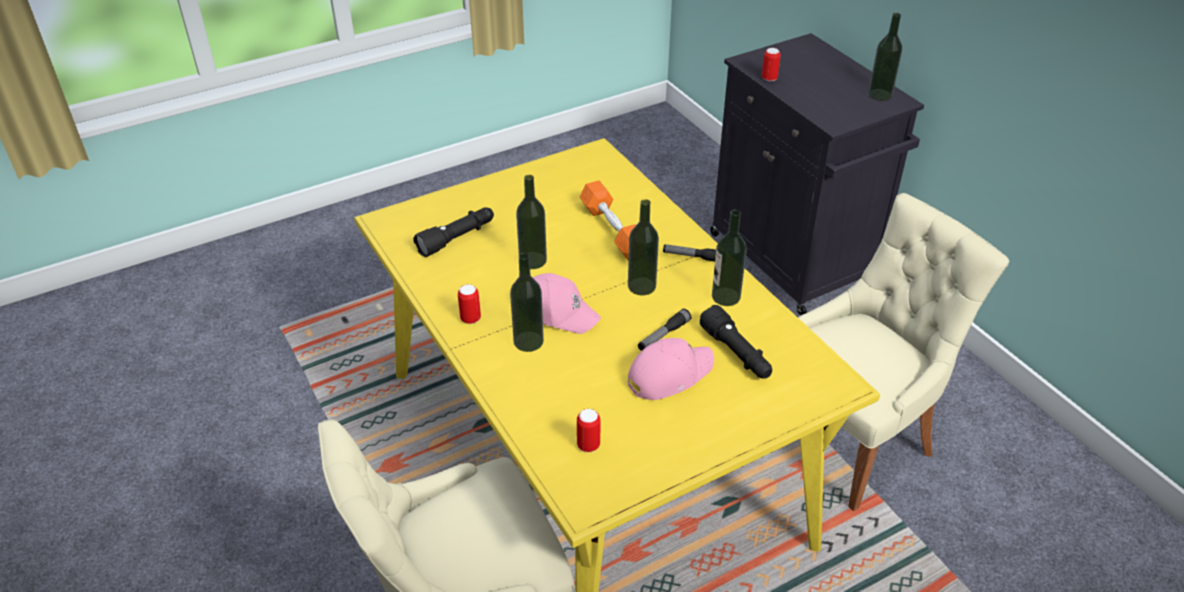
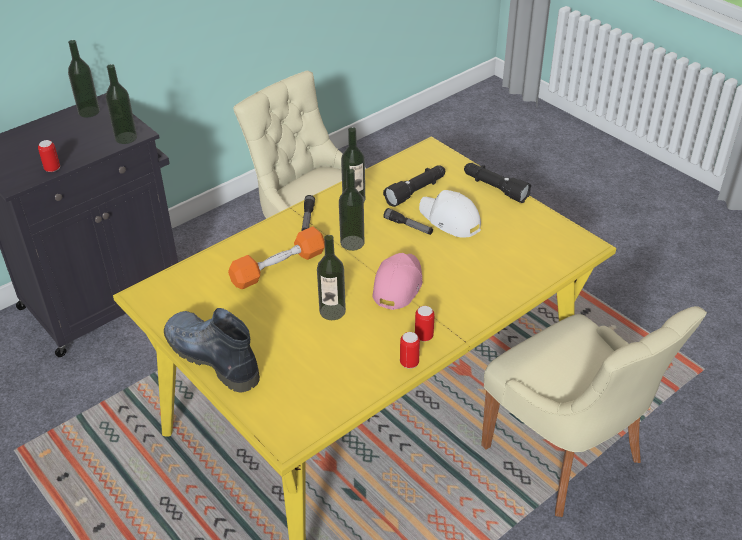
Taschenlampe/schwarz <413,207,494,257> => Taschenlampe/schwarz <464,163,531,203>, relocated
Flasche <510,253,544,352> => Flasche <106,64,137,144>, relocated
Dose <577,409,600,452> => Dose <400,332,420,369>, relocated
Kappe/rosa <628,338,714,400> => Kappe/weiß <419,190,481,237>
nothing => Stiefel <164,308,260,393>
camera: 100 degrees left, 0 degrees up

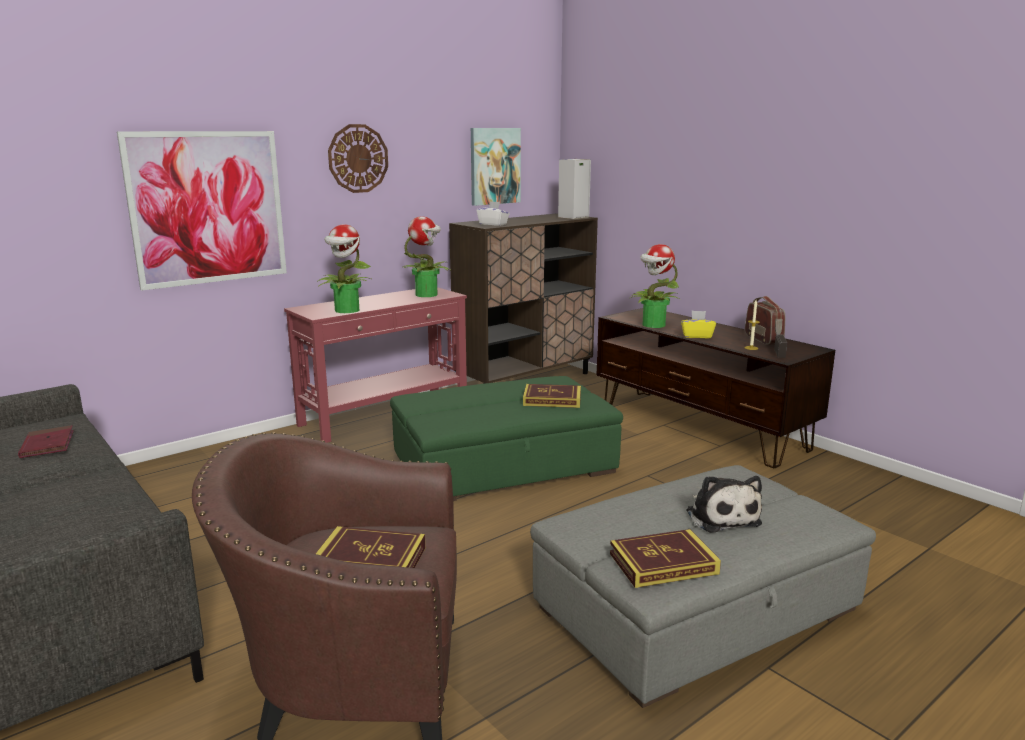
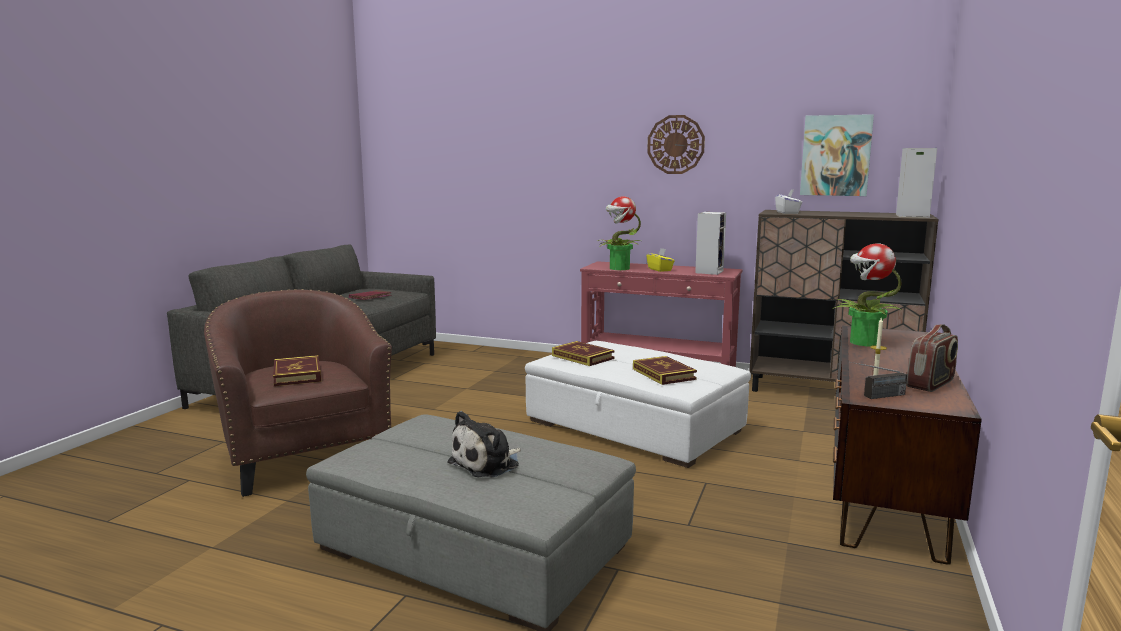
Bild <117,131,287,291> => nothing
Polsterhocker/grün <390,376,623,501> => Polsterhocker/weiß <525,341,751,468>
Topfpflanze <403,216,450,297> => Lautsprecher <695,212,726,275>
Buch <610,529,721,588> => Buch <552,341,615,366>, relocated
Taschentuchbox/gelb <681,311,716,338> => Taschentuchbox/gelb <646,248,675,272>, relocated
camera: 60 degrees right, 5 degrees down

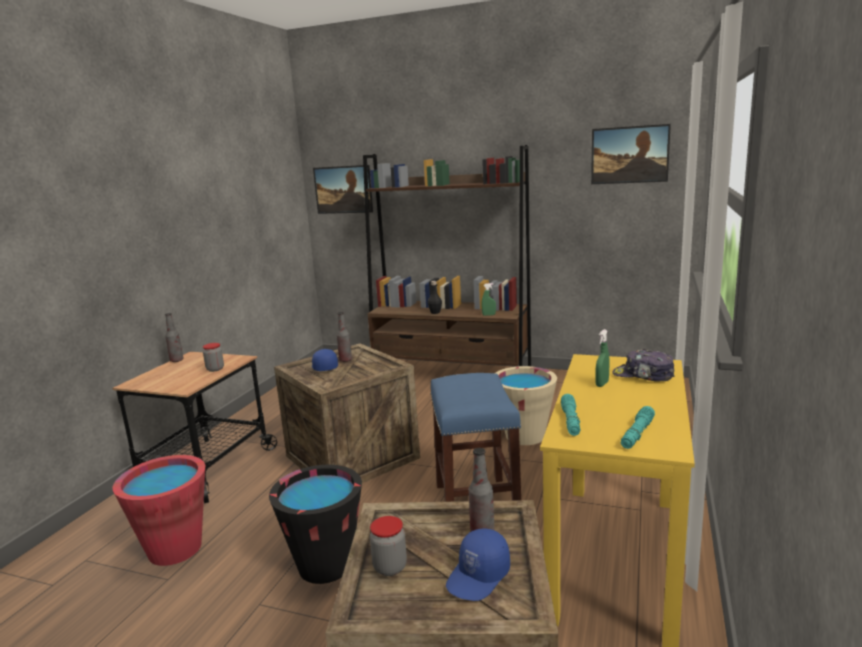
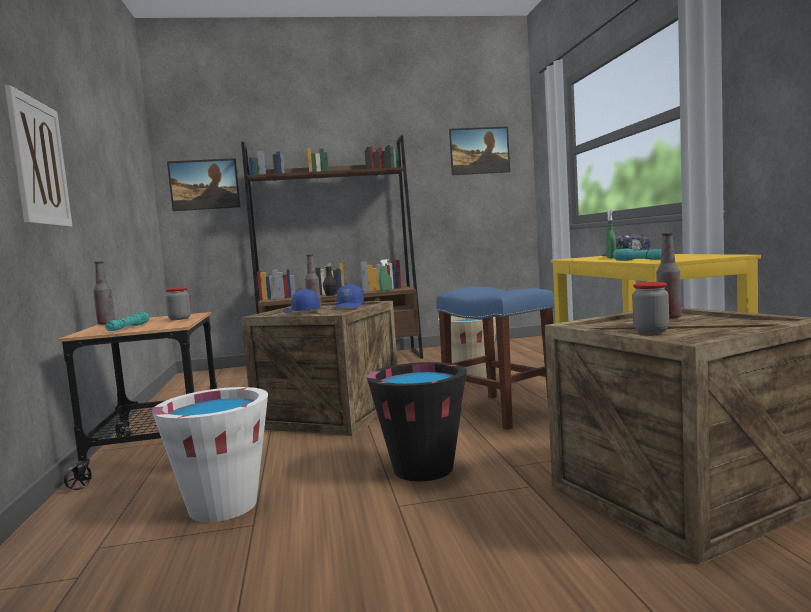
Eimer/rot <113,455,205,566> => Eimer/weiß <152,387,268,522>
Kappe/blau <446,528,510,601> => Kappe/blau <335,284,364,309>, relocated
Taschenlampe/türkis <621,406,655,449> => Taschenlampe/türkis <105,312,149,331>, relocated
nothing => Bild <5,85,72,227>
camera: 30 degrees left, 10 degrees down

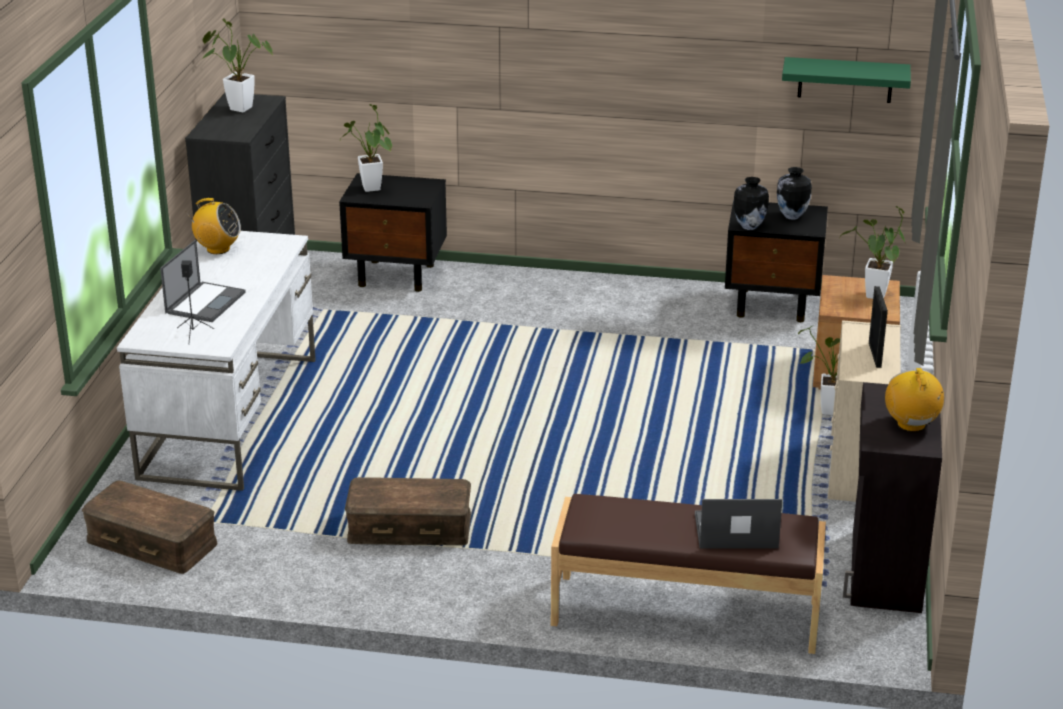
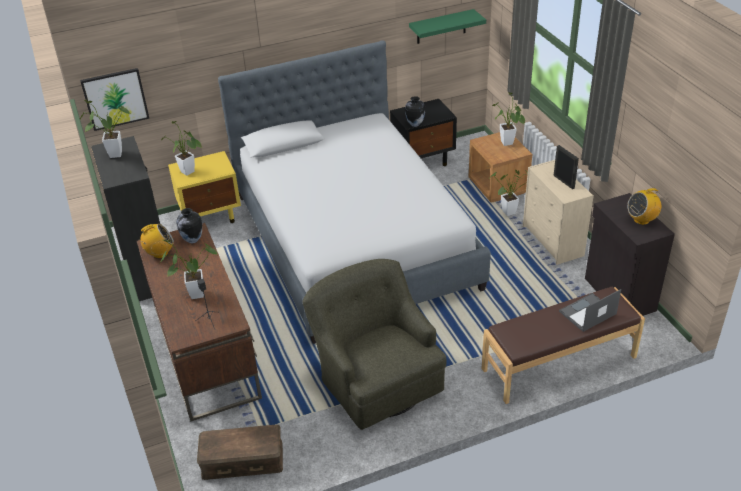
Schreibtisch/weiß <117,231,316,491> => Schreibtisch/braun <137,223,262,422>
Laptop <160,240,246,322> => Topfpflanze <160,239,217,299>
Nachttisch/schwarz <339,173,447,292> => Nachttisch/gelb <168,151,241,223>
Aufbewahrungsbox/braun <345,477,471,545> => Sessel/grün <302,259,446,430>
Vase <777,167,812,220> => Vase <177,208,202,243>, relocated
Radio <885,368,944,432> => Radio <627,186,661,225>, 75 degrees counterclockwise
nothing => Bild <80,68,149,131>
nothing => Bett <218,40,491,344>
camera: 30 degrees left, 10 degrees up

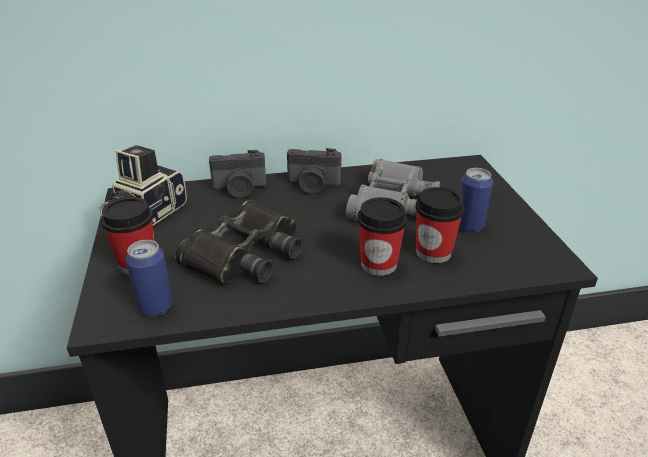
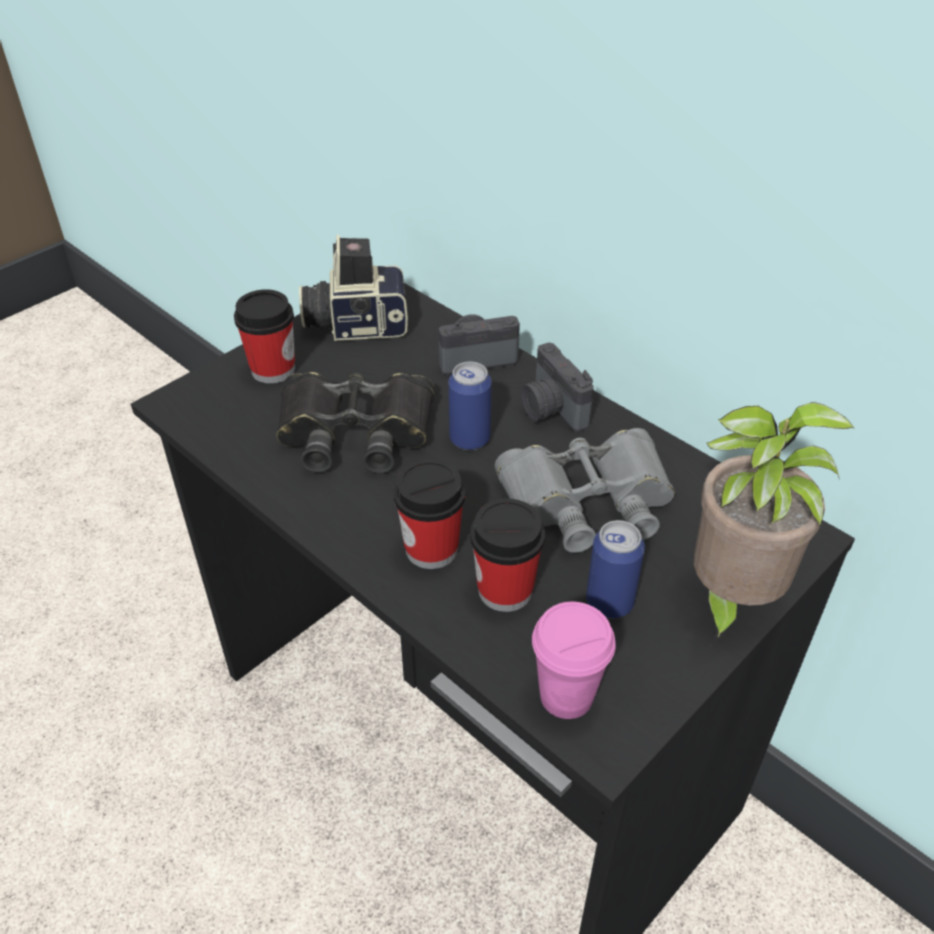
Dose <125,240,173,316> => Dose <449,362,492,450>, relocated
Kamera <209,150,266,198> => Kamera <439,314,520,375>, 120 degrees clockwise
nothing => Tasse/rosa <532,602,616,719>
nothing => Topfpflanze <694,402,854,645>
camera: 55 degrees right, 10 degrees up

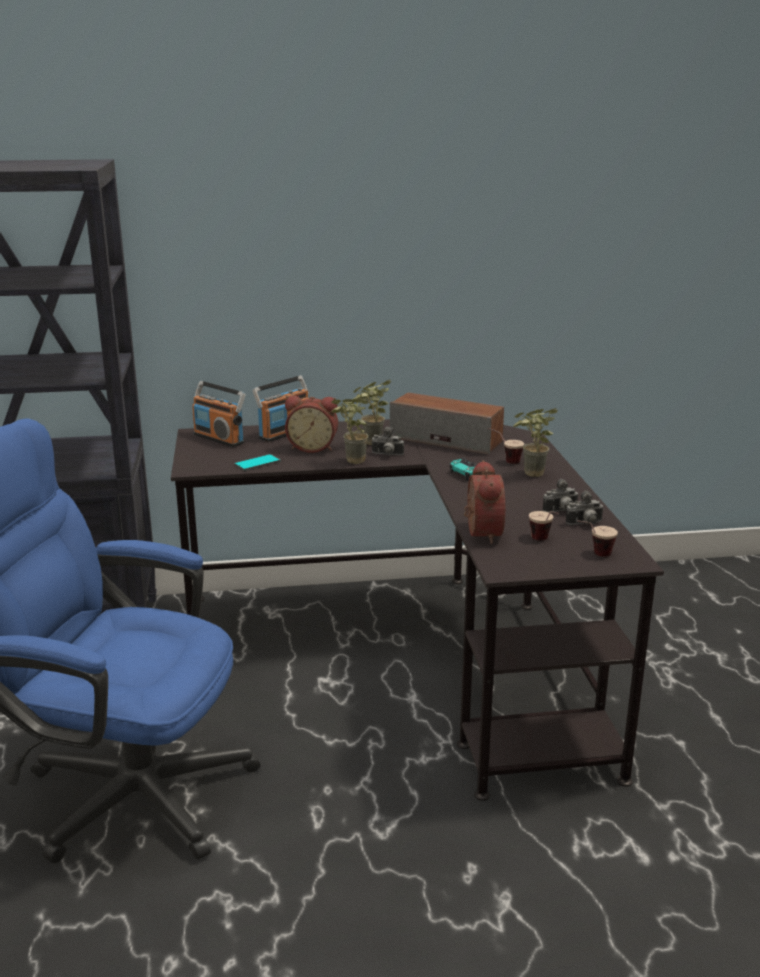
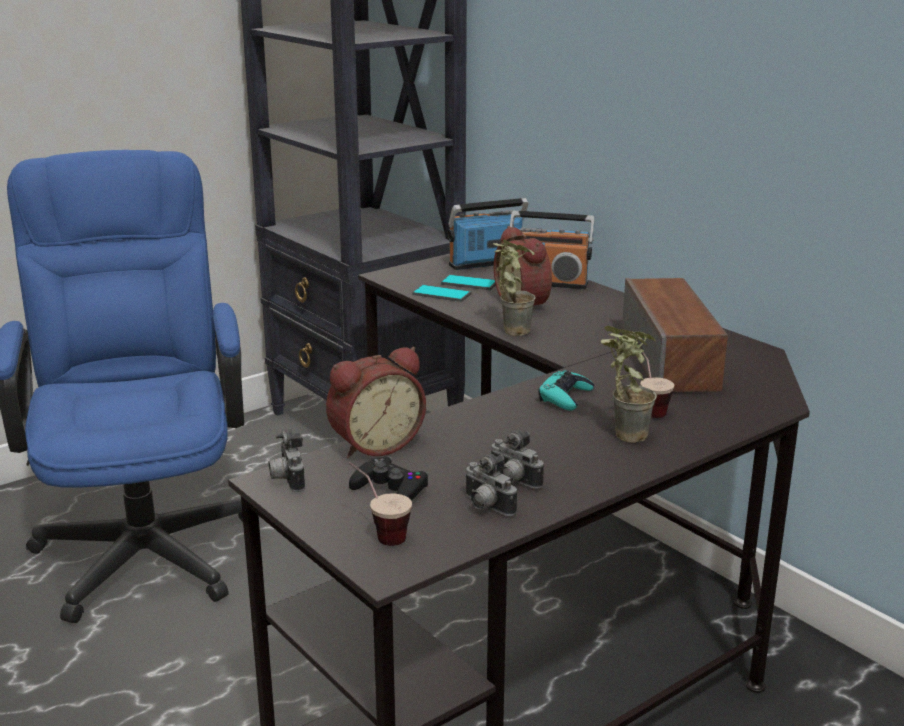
Radio <192,381,246,447> => Radio <448,198,529,270>, 60 degrees clockwise
Topfpflanze <353,380,391,445> => nothing
Kamera <371,427,404,456> => Kamera <269,429,305,492>, relocated
Tasse <529,511,559,540> => Gamepad/schwarz <349,456,429,501>
nothing => Handy <441,275,496,290>
camera: 60 degrees right, 0 degrees up

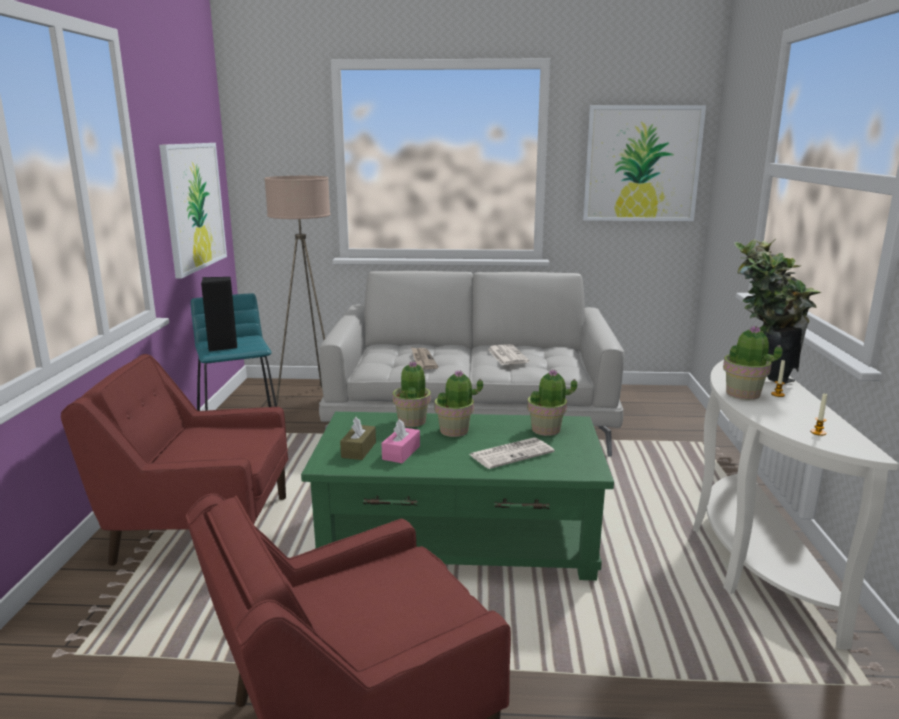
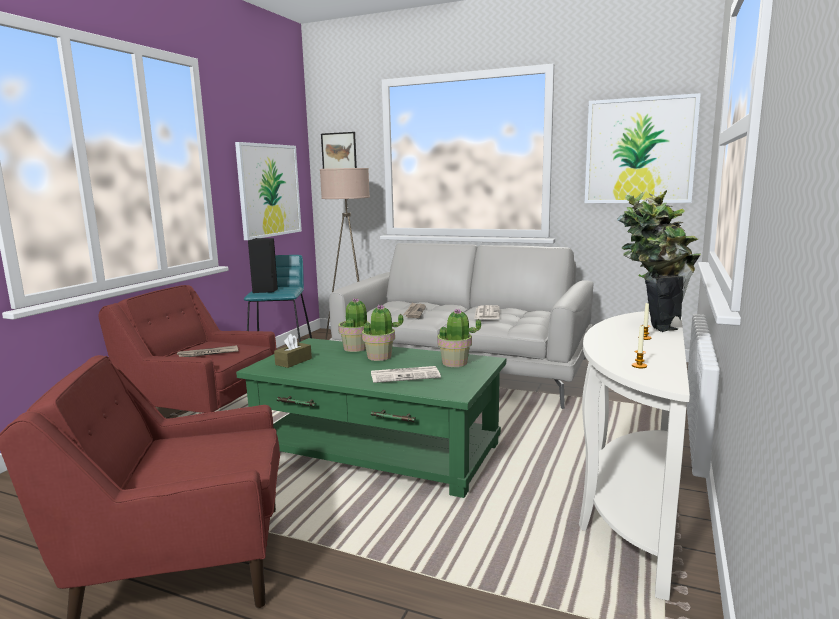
Taschentuchbox/rosa <381,419,420,463> => nothing
Topfpflanze <723,326,783,400> => nothing
nothing => Zeitung <176,345,239,357>
nothing => Bild <321,132,357,169>
camera: 20 degrees right, 5 degrees down

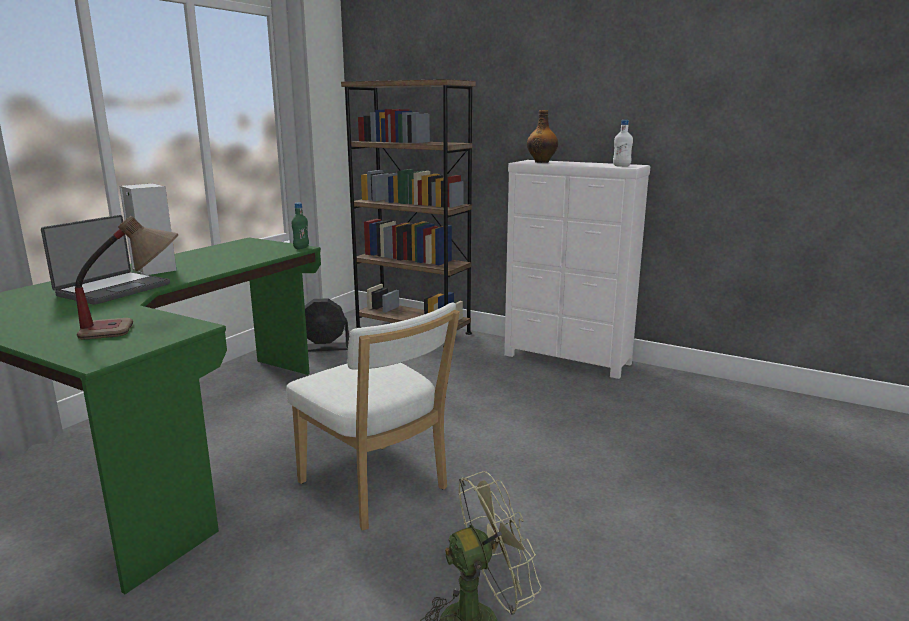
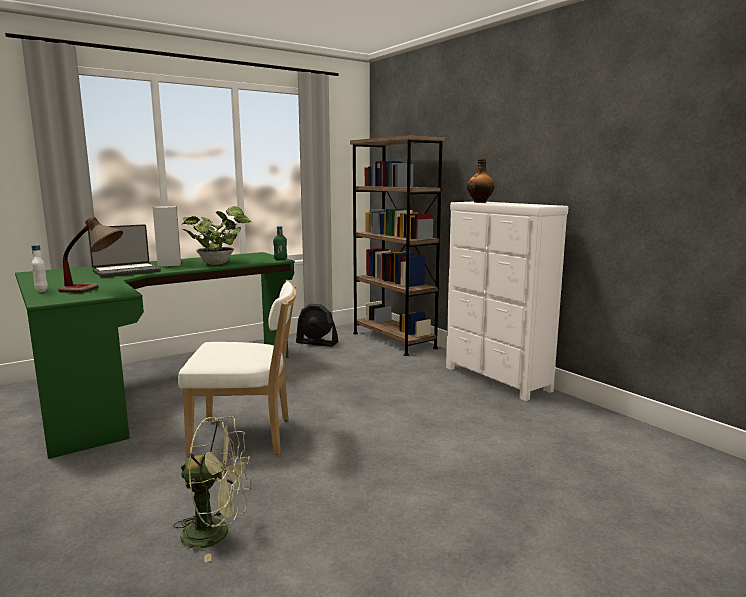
Stuhl/weiß <287,303,460,530> => Stuhl/weiß <178,281,296,458>, 75 degrees counterclockwise
Flasche/weiß <613,120,633,167> => Flasche/weiß <31,245,48,292>, relocated
nothing => Topfpflanze <182,206,251,265>
camera: 25 degrees right, 5 degrees down

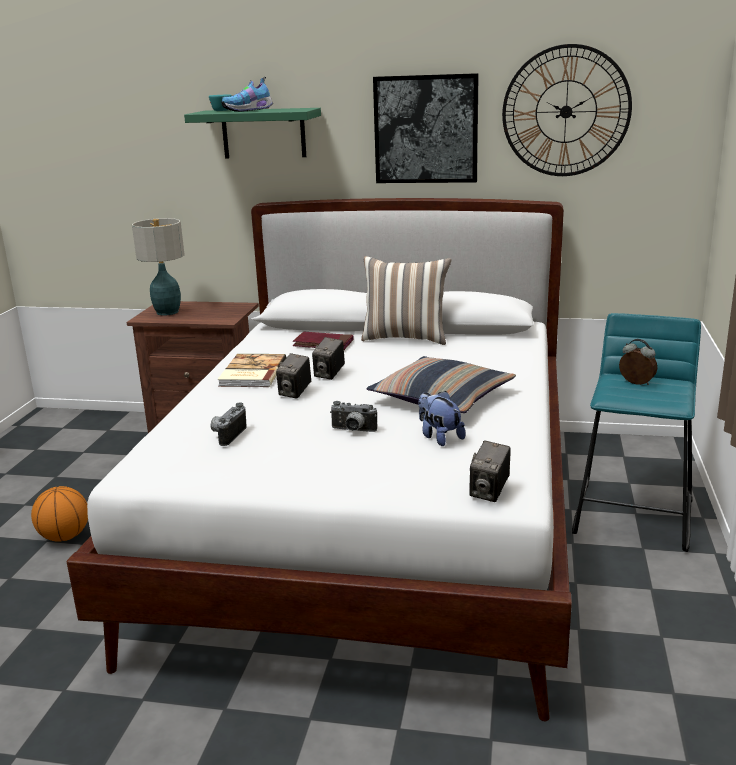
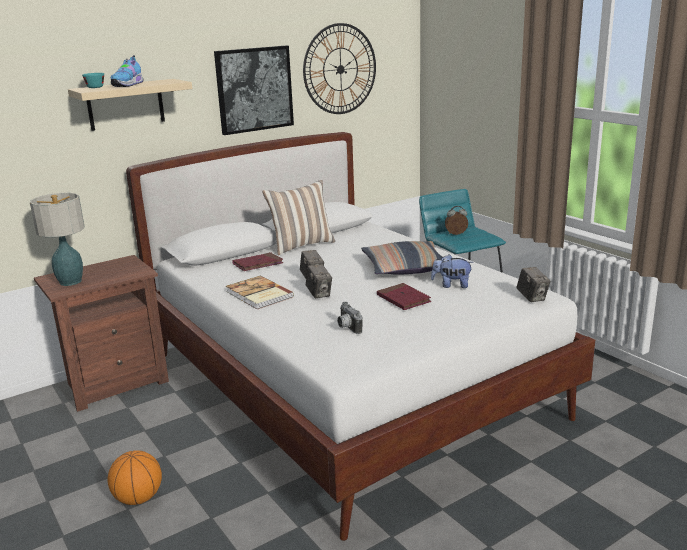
Wandregal/grün <184,108,321,158> => Wandregal/beige <68,79,192,131>
Kamera <330,401,377,432> => Buch/rot <377,283,431,310>
camera: 45 degrees left, 0 degrees up

